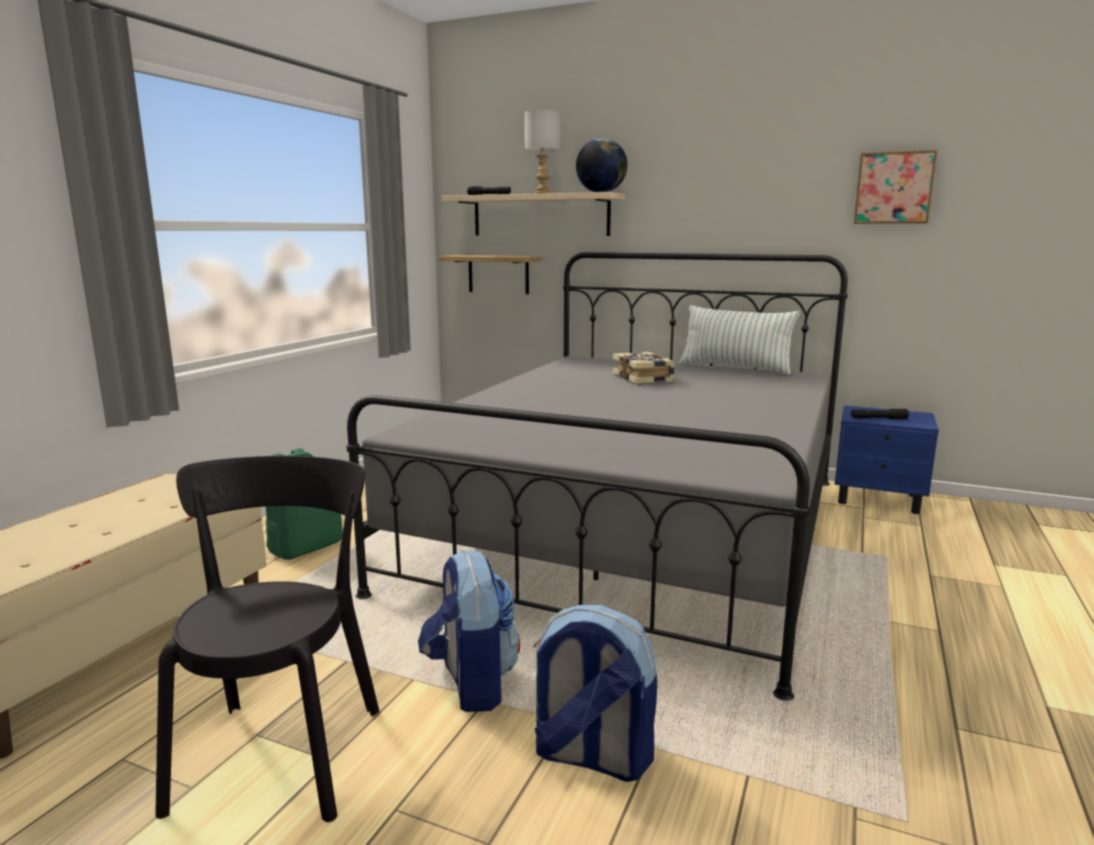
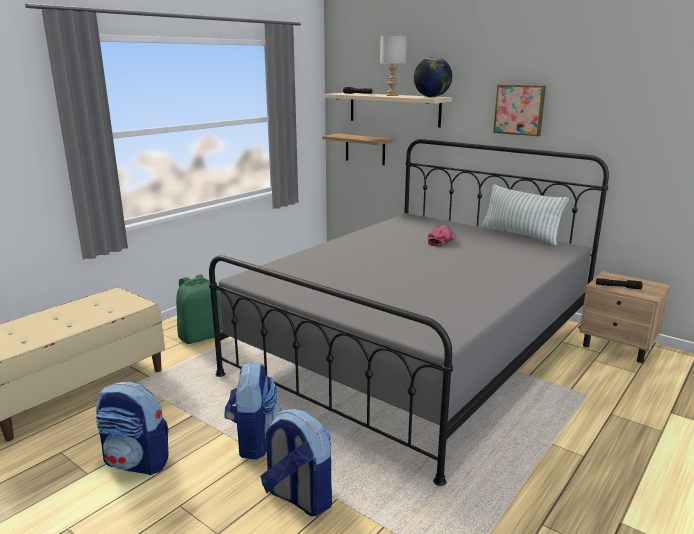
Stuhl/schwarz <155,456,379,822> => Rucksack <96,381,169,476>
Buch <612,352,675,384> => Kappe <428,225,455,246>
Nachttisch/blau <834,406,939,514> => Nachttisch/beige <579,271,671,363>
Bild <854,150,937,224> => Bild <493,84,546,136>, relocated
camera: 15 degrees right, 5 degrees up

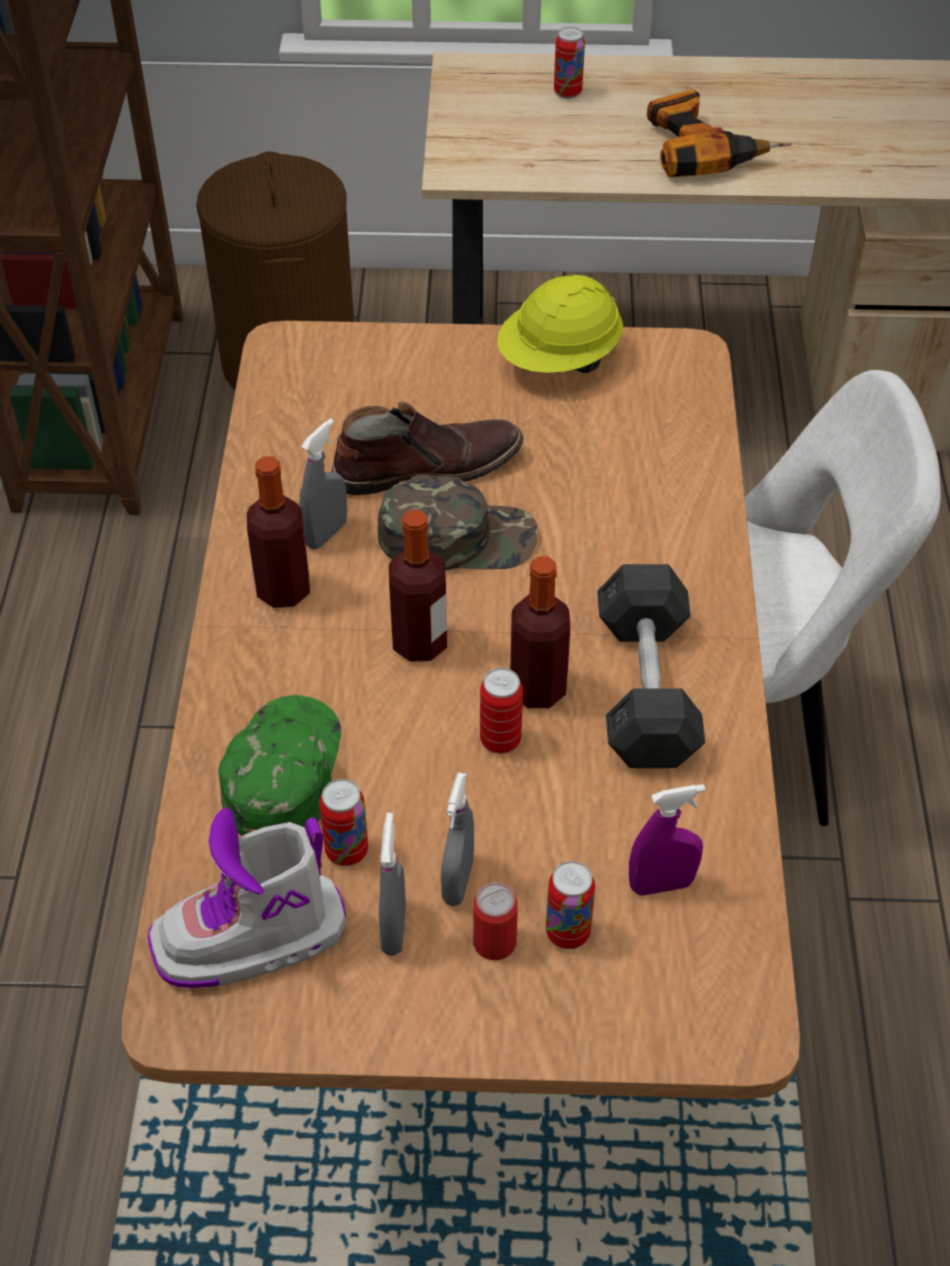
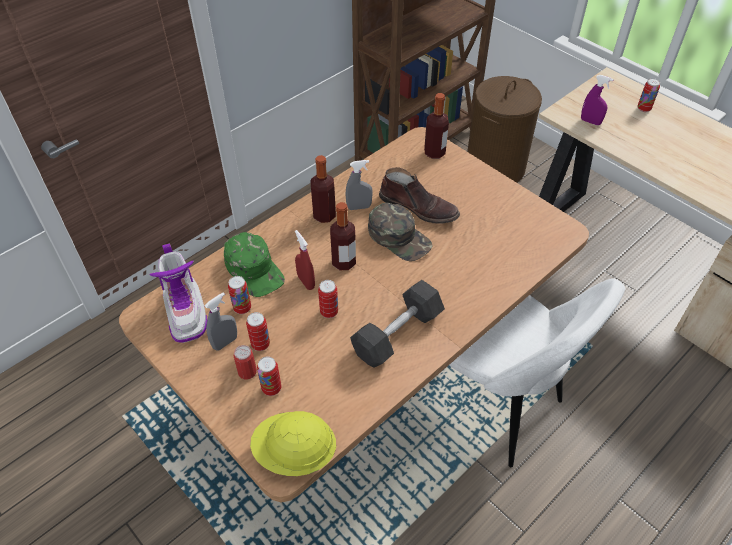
Stiefel <148,808,346,988> => Stiefel <149,243,207,343>, 135 degrees counterclockwise
Kappe/grün <218,695,341,836> => Kappe/grün <224,232,285,297>, 90 degrees clockwise
Sprühflasche/grau <441,772,474,906> => Dose <246,312,270,351>
Schutzhelm/gelb <497,275,623,373> => Schutzhelm/gelb <250,411,336,476>, relocated
Flasche <510,556,570,708> => Flasche <424,93,449,159>, relocated
Sprühflasche/lila <629,784,705,896> => Sprühflasche/lila <581,75,614,125>, relocated
Bohrmaschine <647,89,792,177> => nothing
nothing => Sprühflasche/rot <295,230,315,290>
camera: 45 degrees right, 0 degrees up

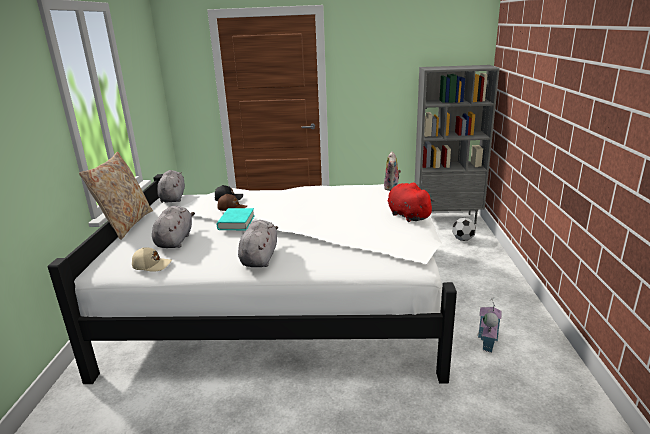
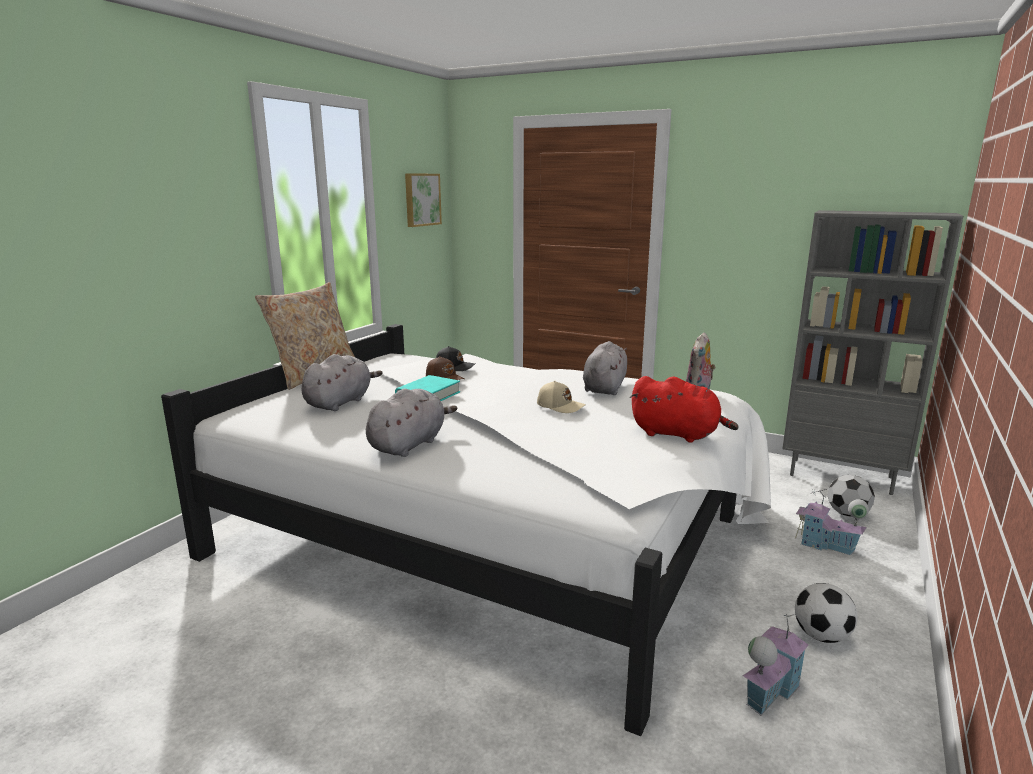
Kappe/beige <132,247,172,272> => Kappe/beige <537,381,586,413>, relocated
Plüschtier/grau <157,170,185,203> => Plüschtier/grau <583,341,627,395>, relocated
Plüschtier/rot <388,183,435,222> => Plüschtier/rot <630,376,739,443>, 120 degrees clockwise
nothing => Bild <405,173,442,227>
nothing => Spielzeughaus <795,489,869,556>
nothing => Fußball <795,583,857,643>
camera: 25 degrees right, 5 degrees down

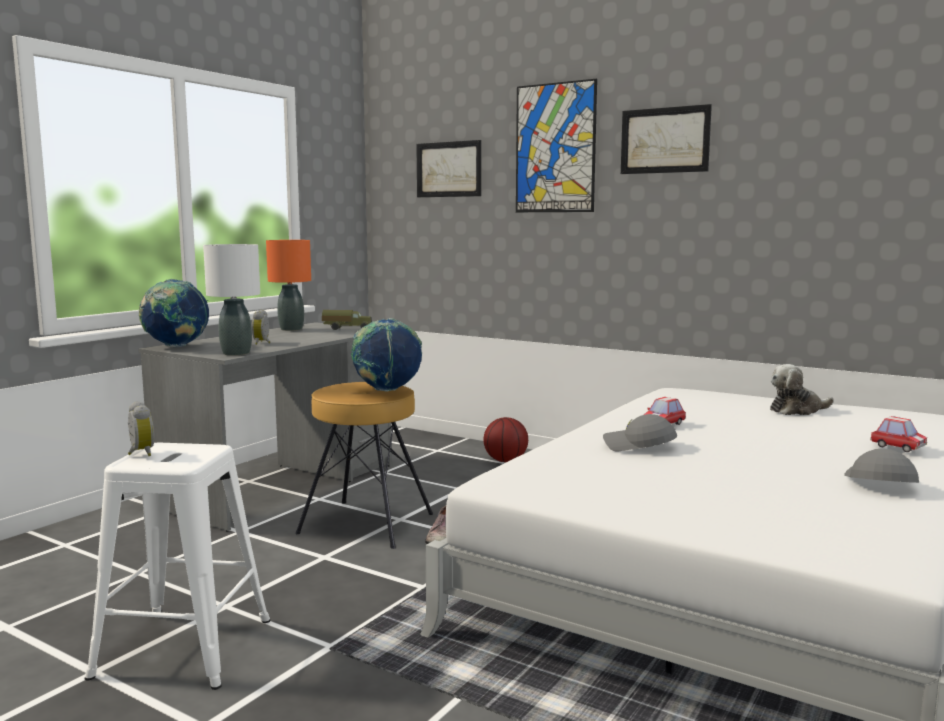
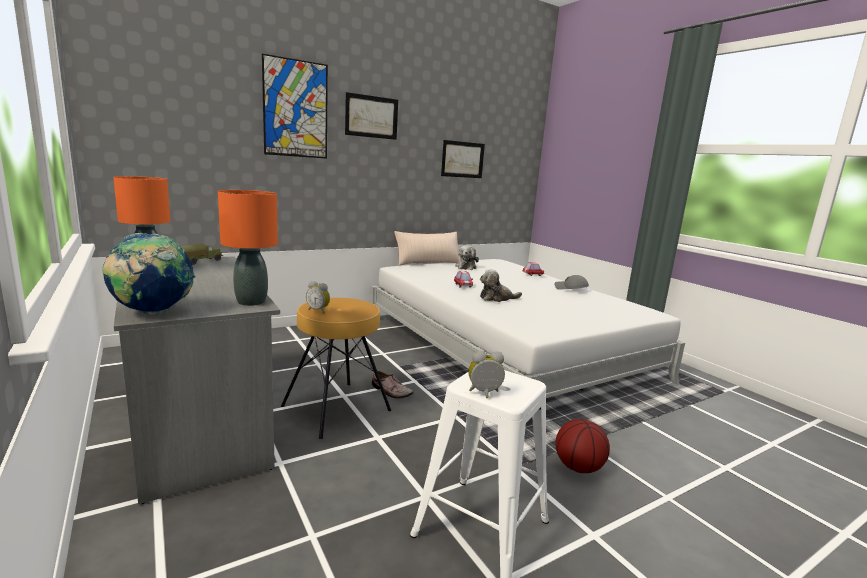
Tischlampe/weiß <203,244,260,356> => Tischlampe/orange <218,190,278,306>
Wecker <252,310,270,345> => Wecker <306,281,330,313>, relocated
Globus <351,318,422,392> => nothing
Bild <416,140,481,197> => Bild <441,140,485,178>, relocated
Basketball <484,417,528,462> => Basketball <555,419,610,473>, relocated
Kappe/grau <603,414,677,451> => Plüschtier <480,269,522,302>
nothing => Kissen/beige <394,231,460,265>
camera: 65 degrees left, 5 degrees up

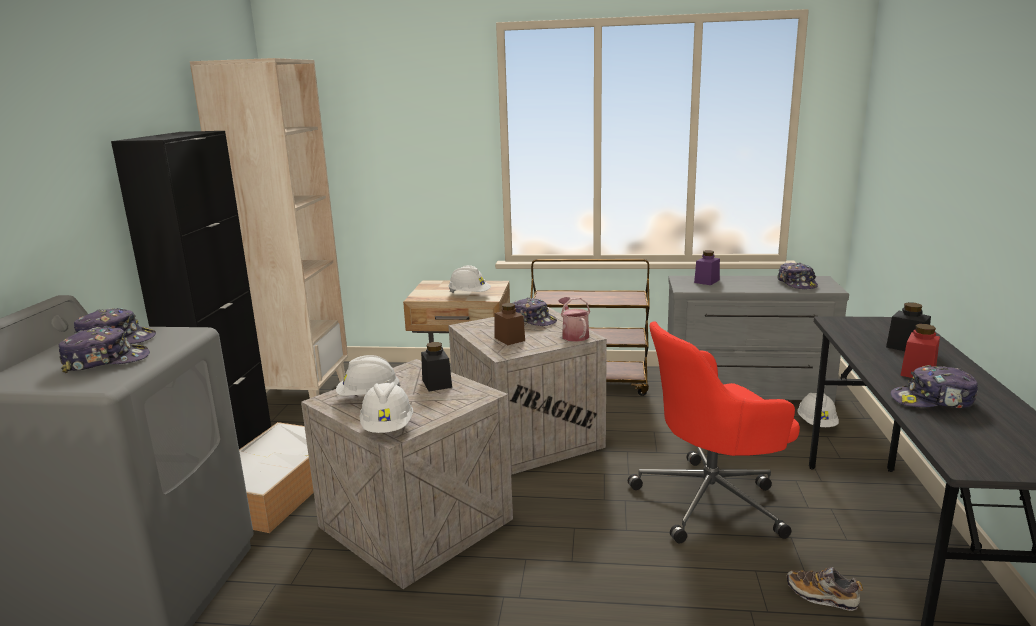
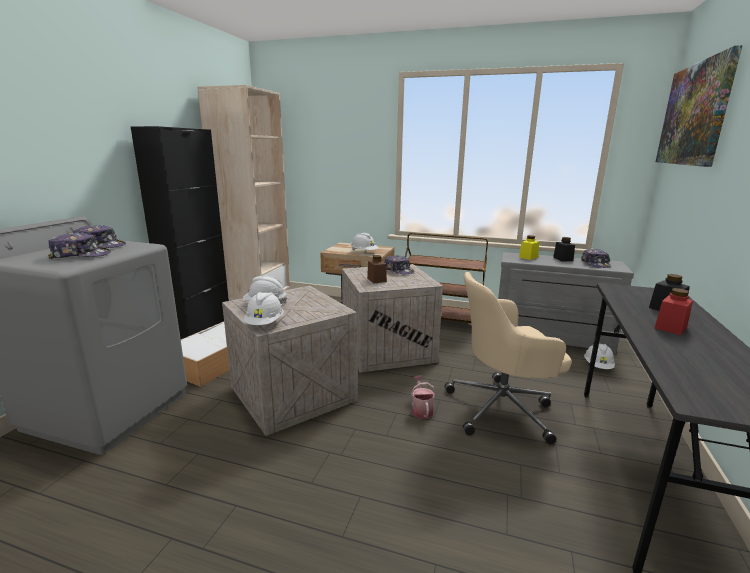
Vorratsglas/schwarz <421,342,452,391> => Vorratsglas/schwarz <553,237,575,262>, relocated
Gießkanne <558,297,590,342> => Gießkanne <411,376,436,419>, relocated
Bürostuhl/rot <628,321,800,543> => Bürostuhl/beige <444,272,572,444>
Vorratsglas/lila <694,250,720,285> => Vorratsglas/gelb <519,235,539,260>
Schuh <787,567,863,611> => nothing
Kappe <890,365,978,408> => nothing
nothing => Bild <656,45,743,167>
camera: 10 degrees right, 0 degrees up

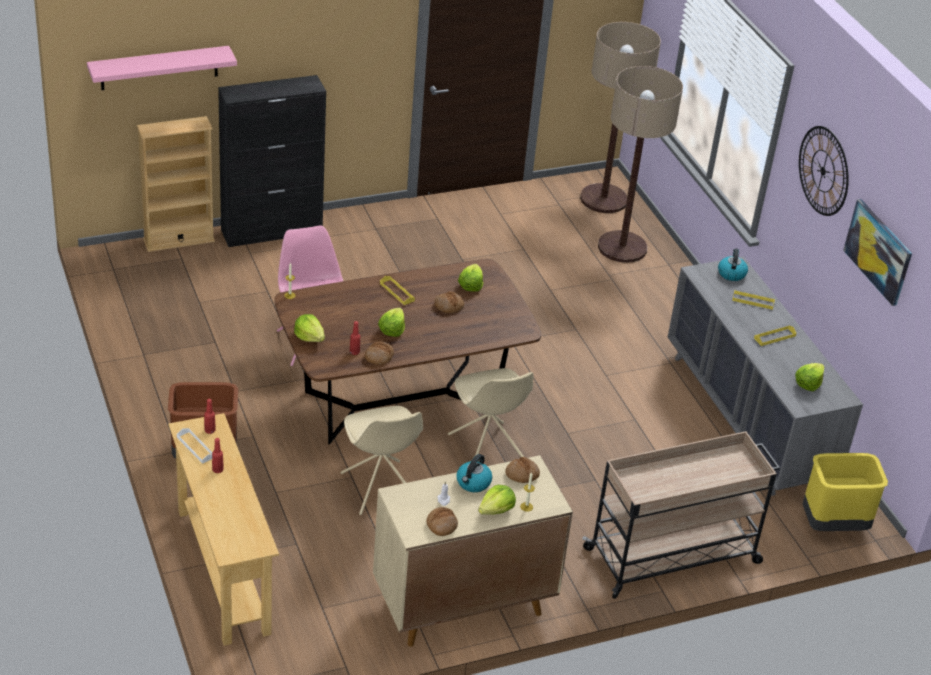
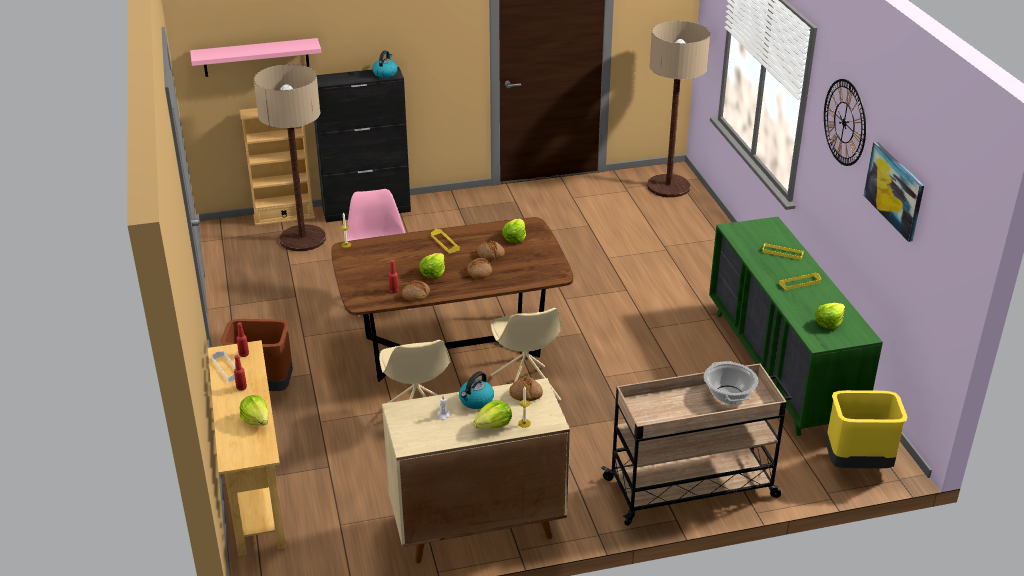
Salatkopf <294,314,325,342> => Salatkopf <240,395,269,426>, relocated
Brot <426,507,458,536> => Brot <467,258,492,279>, relocated
Stehlampe <598,66,683,263> => Stehlampe <254,64,326,252>, relocated
Kommode/grau <668,257,863,496> => Kommode/grün <709,217,883,436>
Wasserkessel <718,249,748,281> => Wasserkessel <372,50,398,78>, relocated
nothing => Kochtopf <704,361,758,404>
camera: 10 degrees right, 5 degrees down

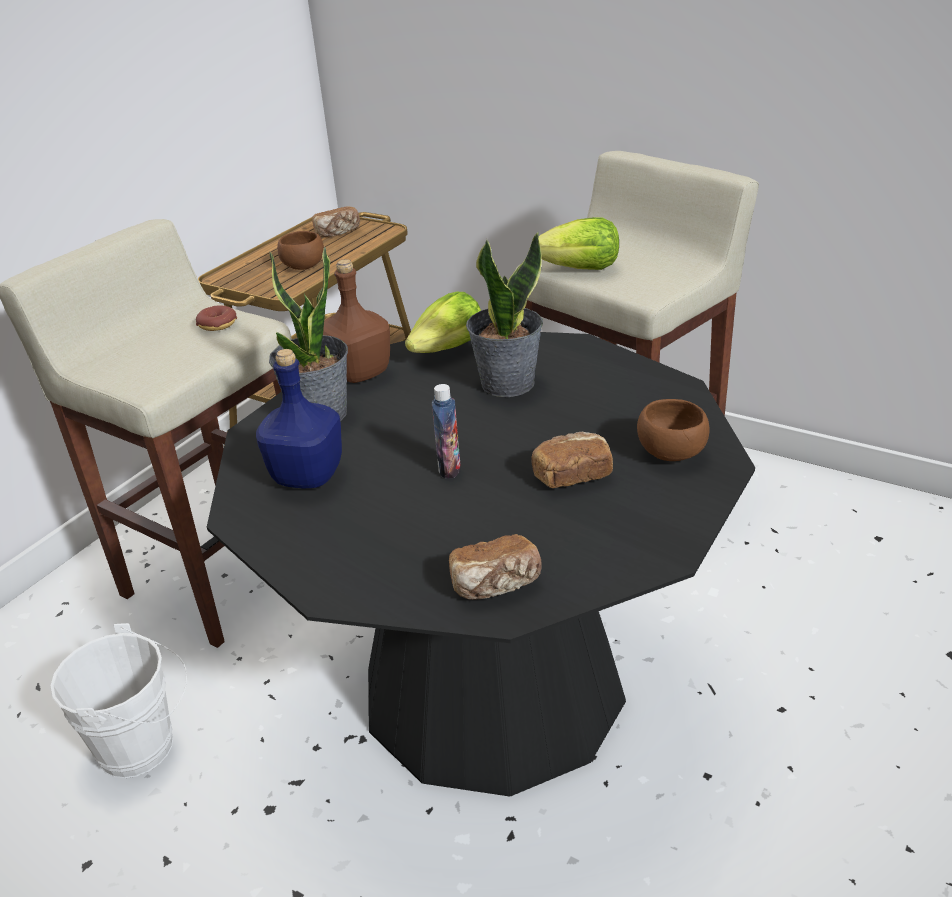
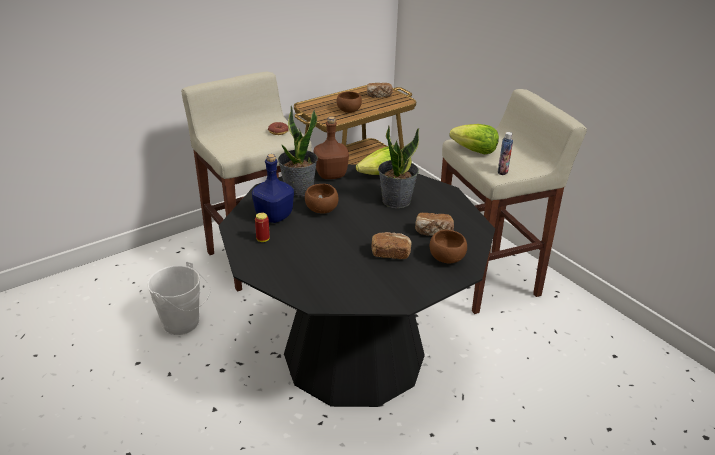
Flasche <432,384,461,479> => Flasche <498,132,513,175>, relocated
Brot <449,534,542,600> => Brot <415,213,454,236>, relocated
nothing => Dose <255,213,270,242>
nothing => Schüssel/braun <305,184,339,214>
camera: 20 degrees right, 0 degrees up

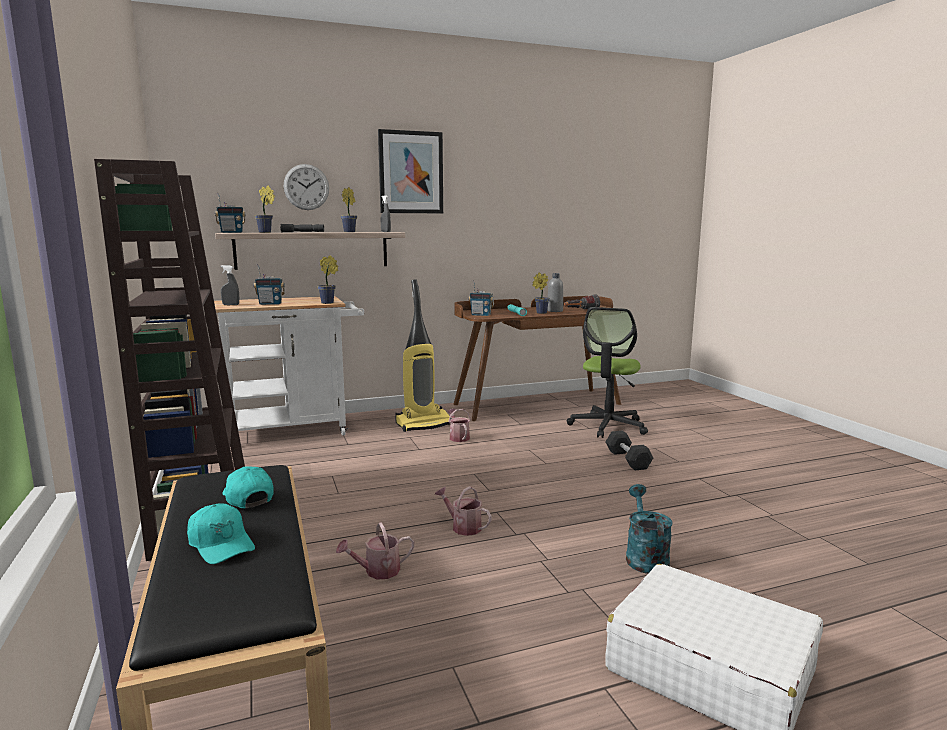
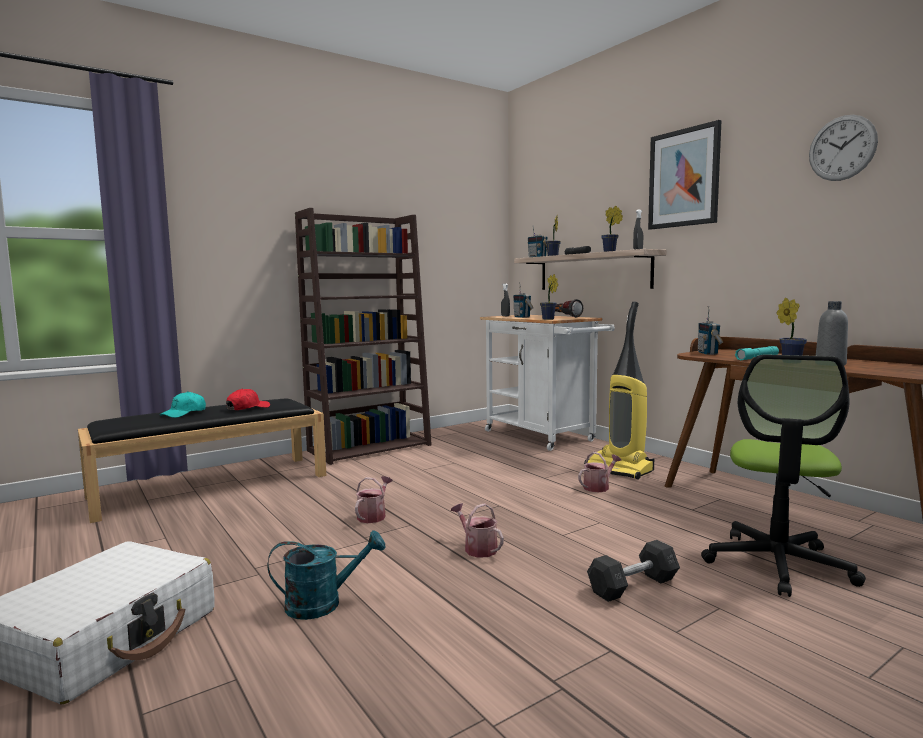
Kappe/türkis <222,466,274,508> => Kappe/rot <226,389,270,410>
Wanduhr <284,164,329,210> => Wanduhr <809,115,878,181>, relocated
Gießkanne <336,522,414,580> => Gießkanne <451,503,504,558>, relocated
Taschenlampe <564,294,600,309> => Taschenlampe <555,299,583,318>, relocated
Bürostuhl <567,307,648,438> => Bürostuhl <701,355,866,597>, 75 degrees counterclockwise
camera: 75 degrees right, 5 degrees down

